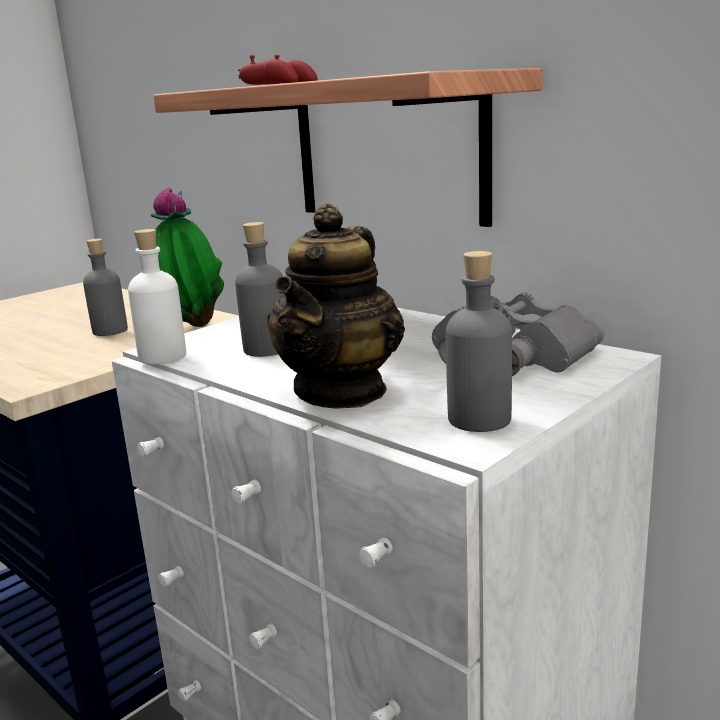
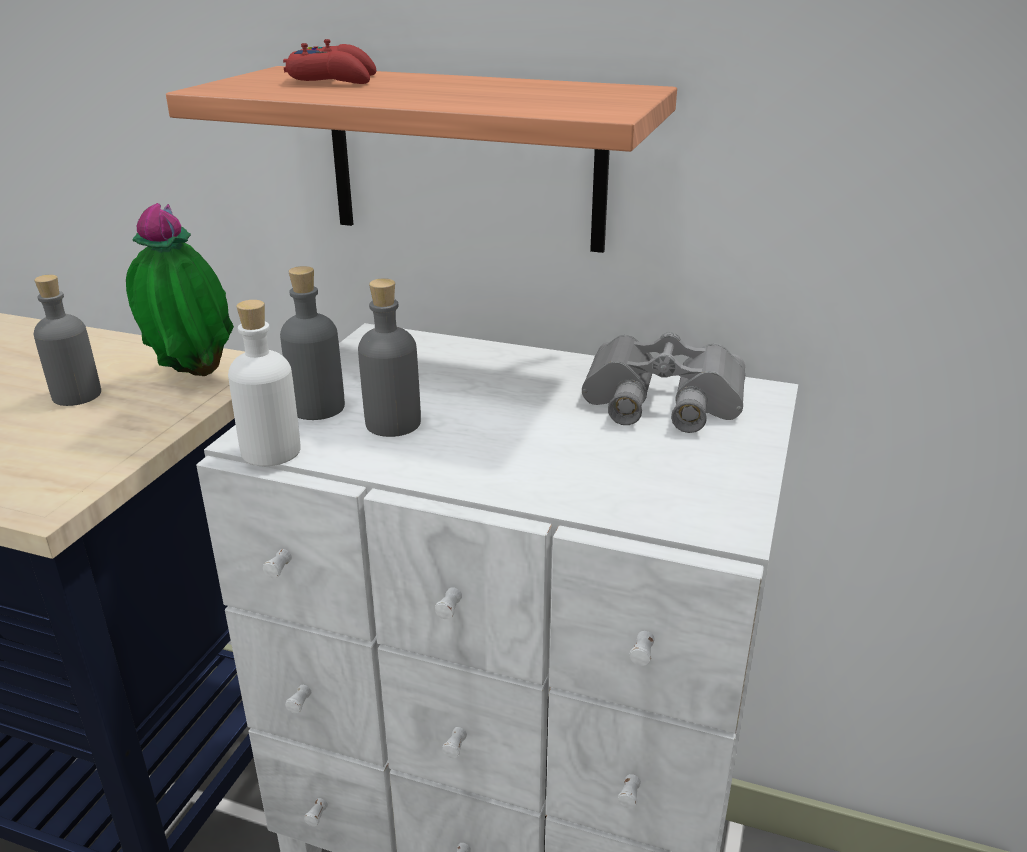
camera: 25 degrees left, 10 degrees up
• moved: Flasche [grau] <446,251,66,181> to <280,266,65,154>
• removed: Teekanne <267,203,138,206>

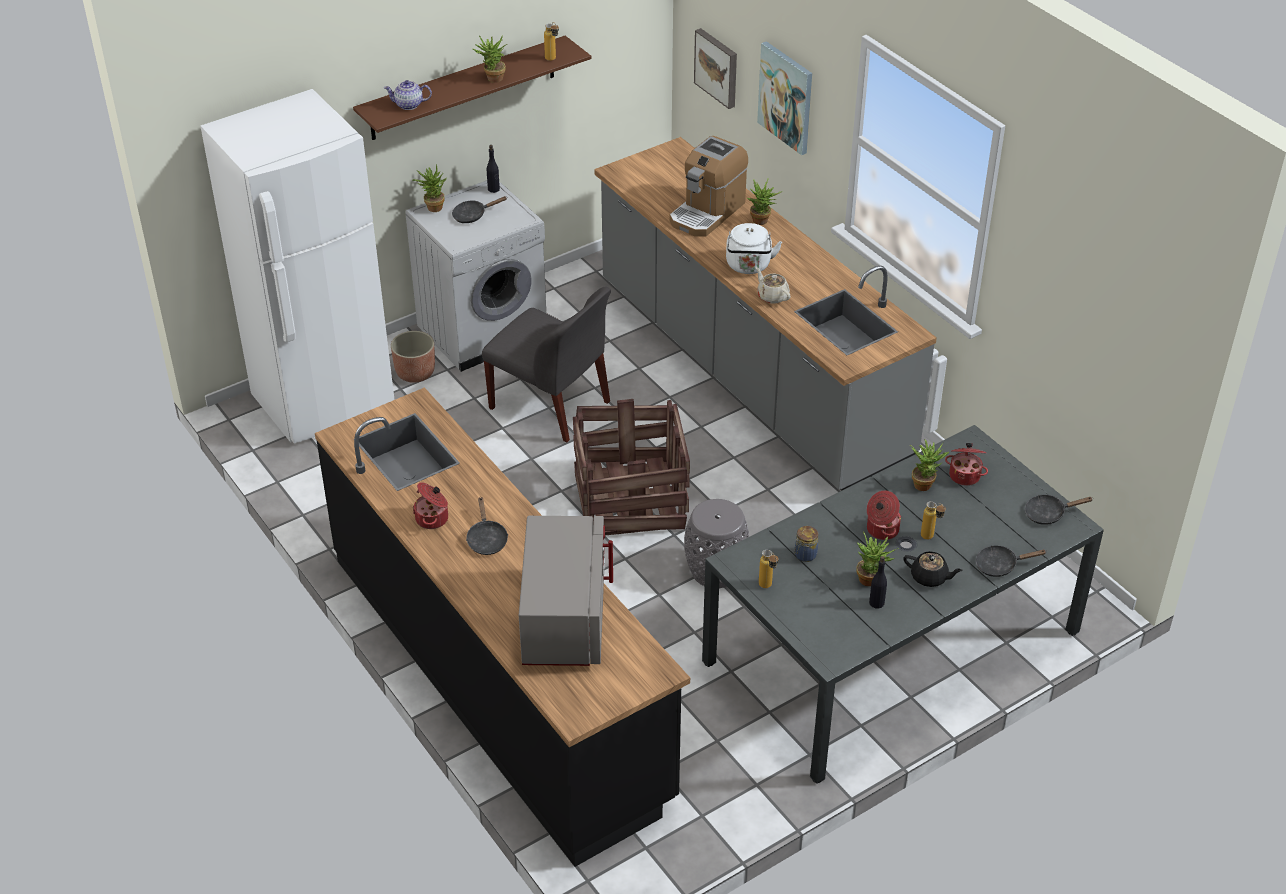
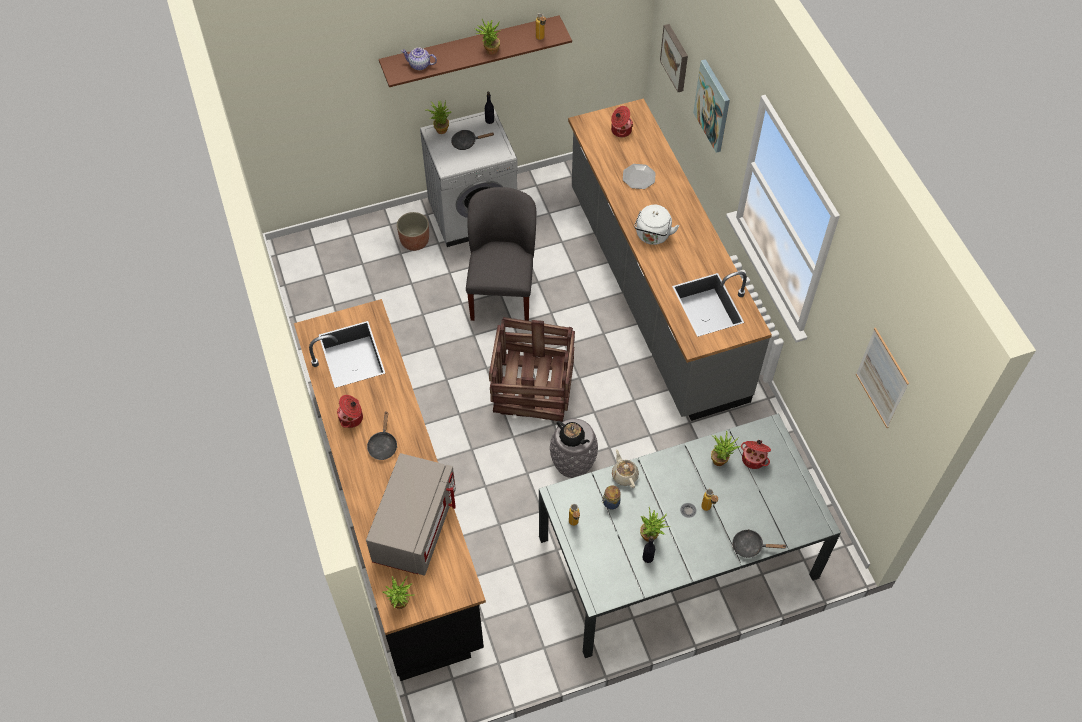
camera: 15 degrees right, 15 degrees up
• moved: Topfpflanze <747,178,35,47> to <383,576,31,33>
• turned: Stuhl [grau] <482,287,129,156> = <466,187,70,134> 135 degrees counterclockwise
• moved: Teekanne [schwarz] <903,551,60,36> to <557,421,33,26>
• moved: Kochtopf <867,491,34,49> to <611,106,22,31>
• moved: Teekanne [beige] <756,267,35,37> to <612,449,27,39>
• replaced: Kaffeemaschine <670,136,78,101> to Teller <623,164,33,25>
• added: Bild <856,328,53,100>
• removed: Kühlschrank [weiß] <201,89,193,354>
• removed: Pfanne [schwarz] <1025,495,67,30>

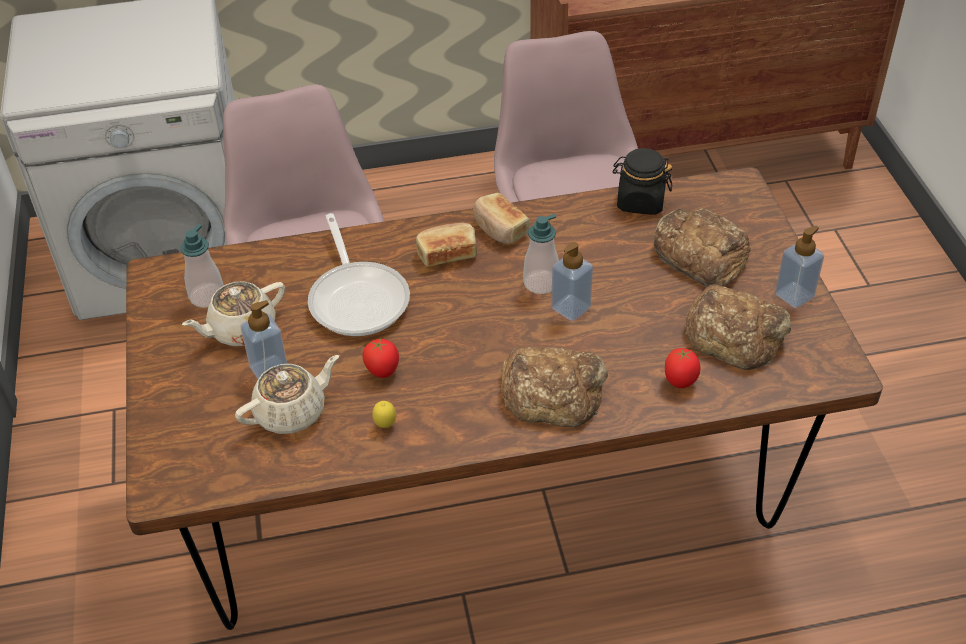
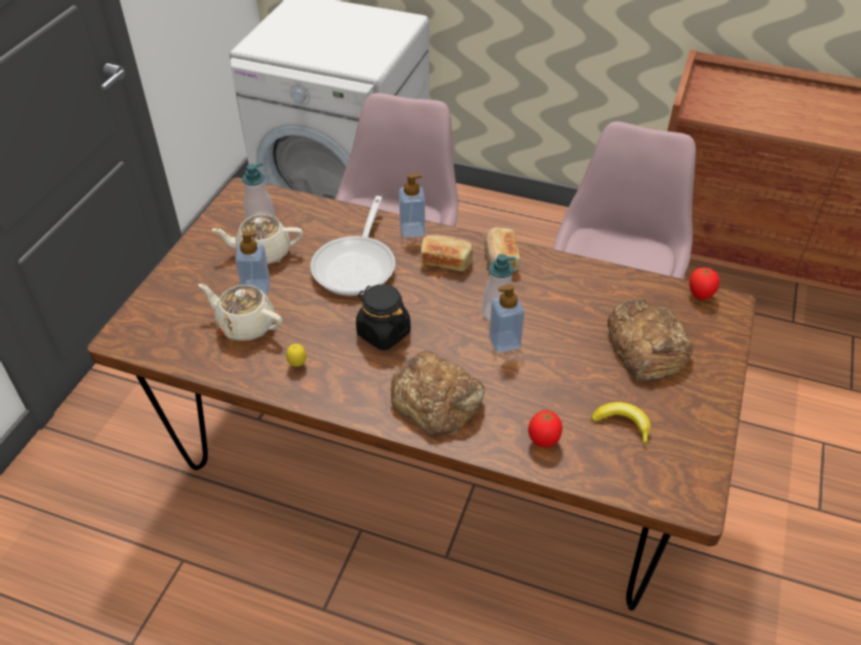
camera: 30 degrees right, 0 degrees up
• turned: Teekanne [beige] <235,355,104,79> = <198,284,84,57> 150 degrees counterclockwise
• moved: Vorratsglas [schwarz] <612,148,60,66> to <356,284,55,66>
• moved: Seifenspender <775,226,49,82> to <399,173,26,65>
• replaced: Brot <685,284,106,86> to Banane <591,402,60,44>
• moved: Tomate <363,339,36,39> to <689,267,31,33>

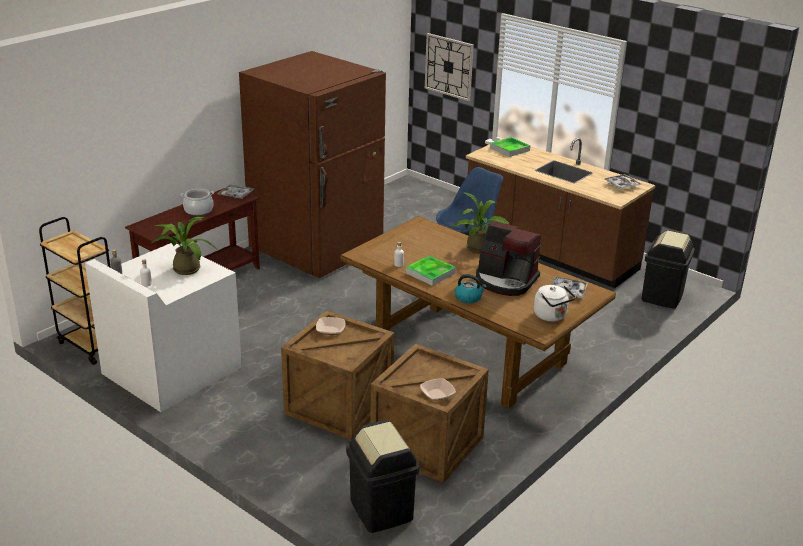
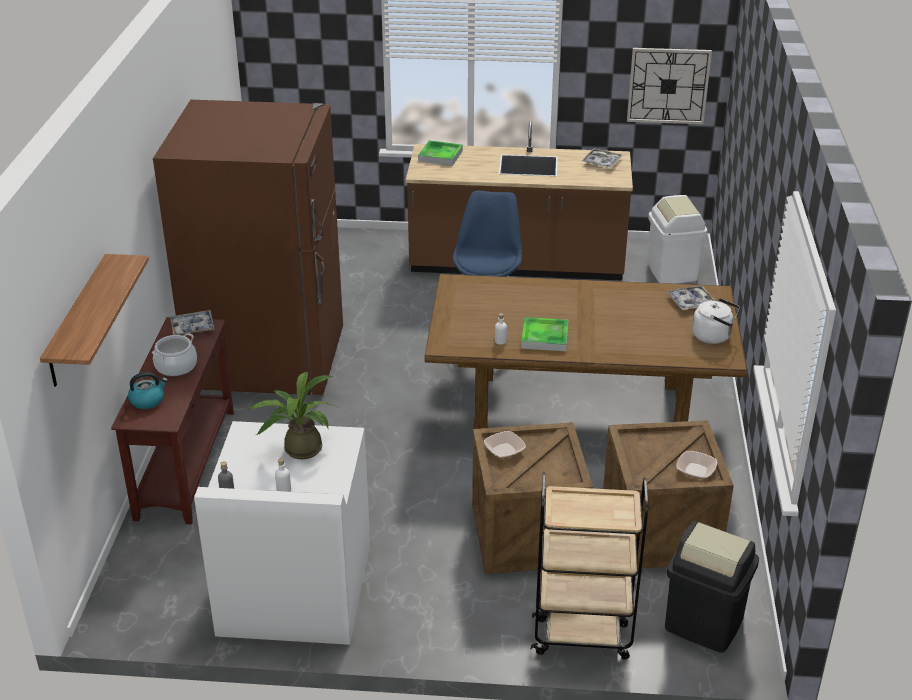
camera: 35 degrees left, 5 degrees up
• added: Wandregal <40,254,109,133>
• moved: Wasserkessel <455,274,32,29> to <128,372,40,37>
• moved: Rollwagen [braun] <39,217,72,148> to <531,473,117,187>
• moved: Wanduhr <425,33,49,68> to <627,48,85,76>
• recoloured: Mülleimer [schwarz] <641,229,53,80> to Mülleimer [weiß] <647,195,60,89>
• removed: Topfpflanze <451,192,59,61>
• removed: Kaffeemaschine <476,221,65,75>

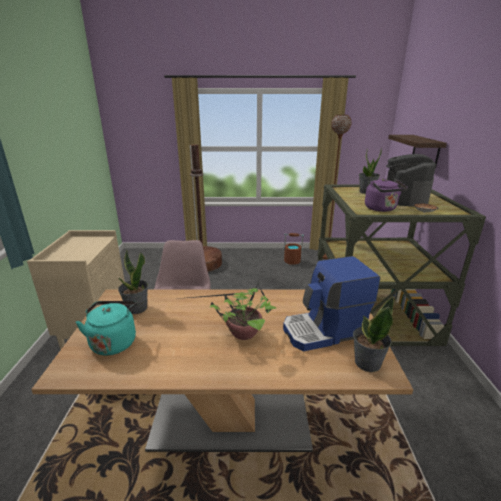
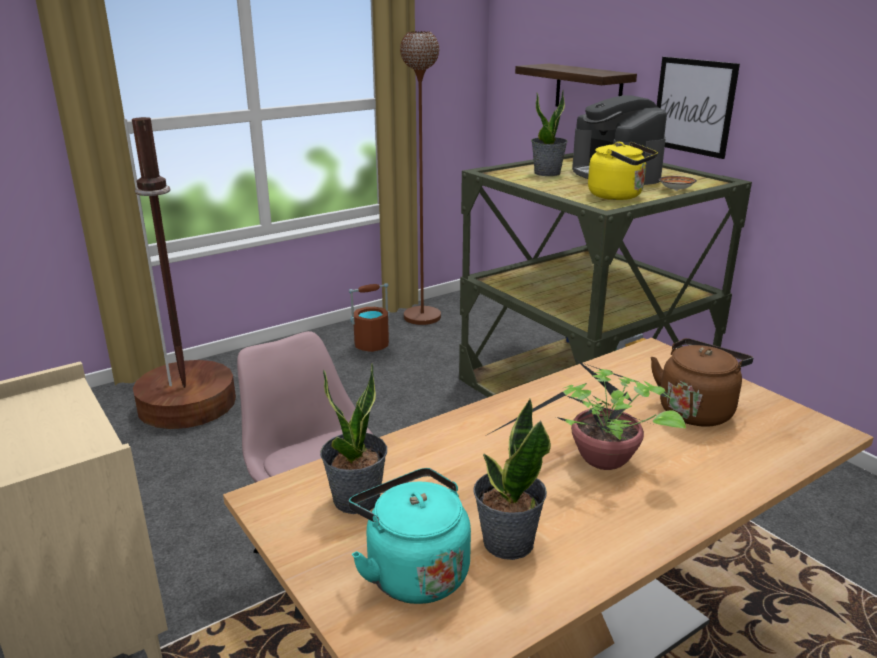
camera: 35 degrees left, 0 degrees up
• moved: Topfpflanze <353,296,41,76> to <473,399,78,161>
• recoloured: Wasserkessel [lila] <365,178,43,34> to Wasserkessel [gelb] <588,142,70,58>
• replaced: Kaffeemaschine <283,256,97,95> to Wasserkessel [braun] <651,338,102,88>
• added: Bild <657,57,83,102>

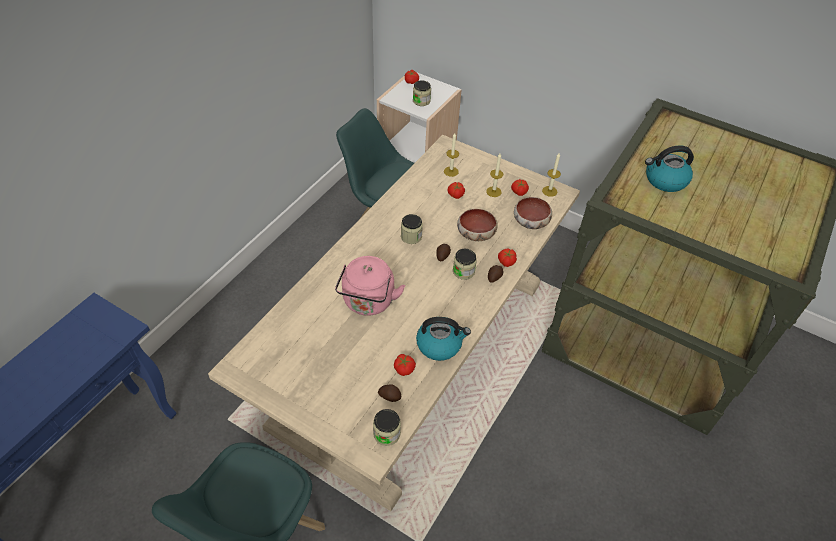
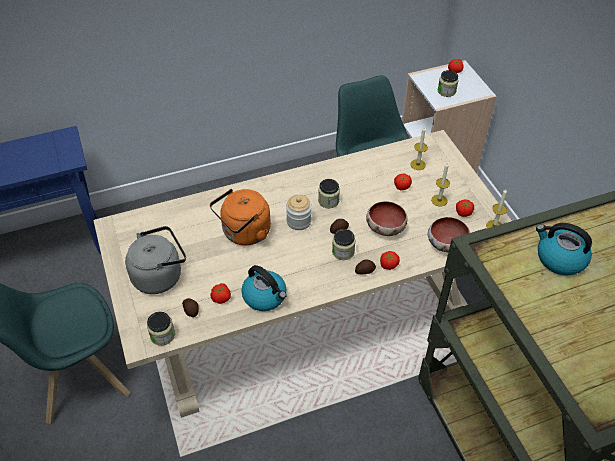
camera: 40 degrees right, 0 degrees up
• added: Wasserkessel [grau] <125,226,61,68>
• recoloured: Wasserkessel [rosa] <335,256,70,60> to Wasserkessel [orange] <210,189,61,56>
• added: Vorratsglas <286,195,26,35>

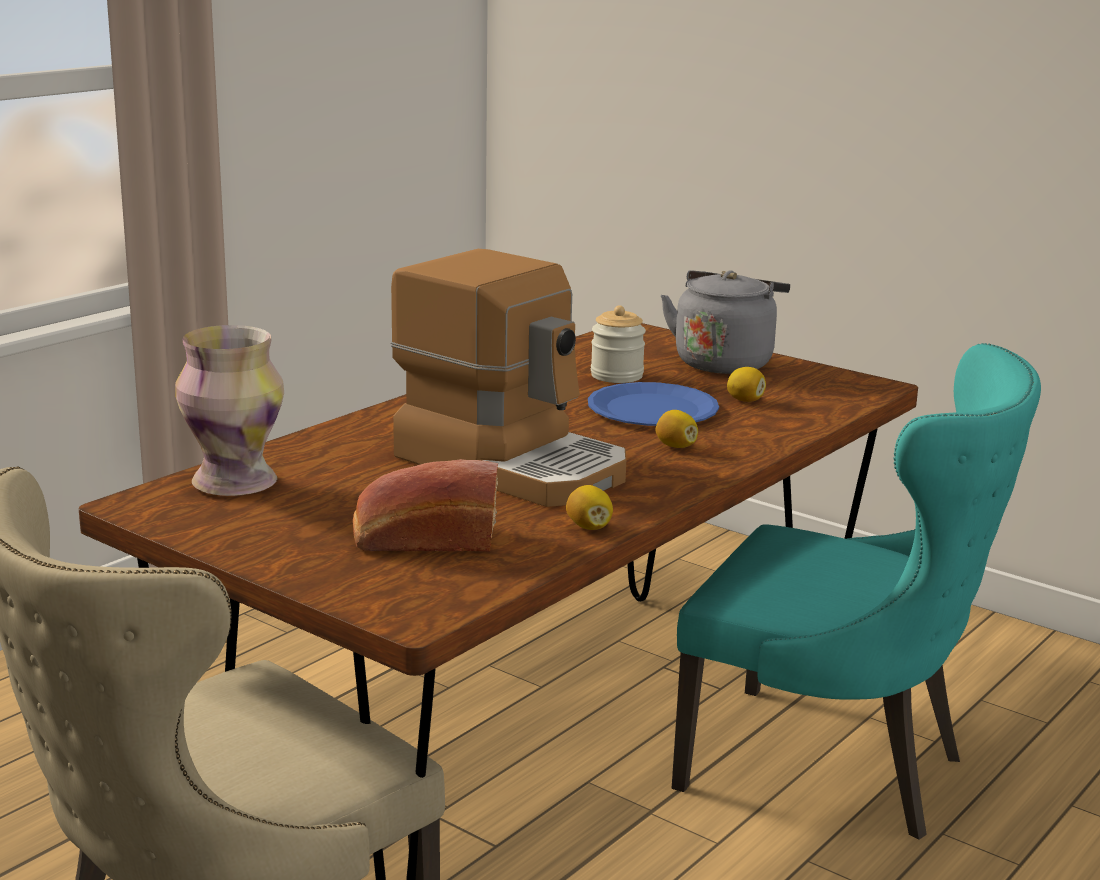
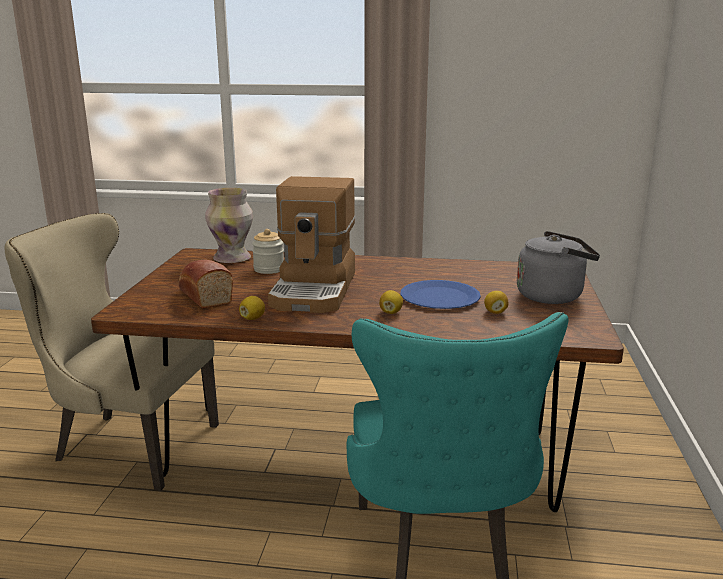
camera: 60 degrees right, 0 degrees up
• moved: Vorratsglas <591,305,55,78> to <252,229,32,45>

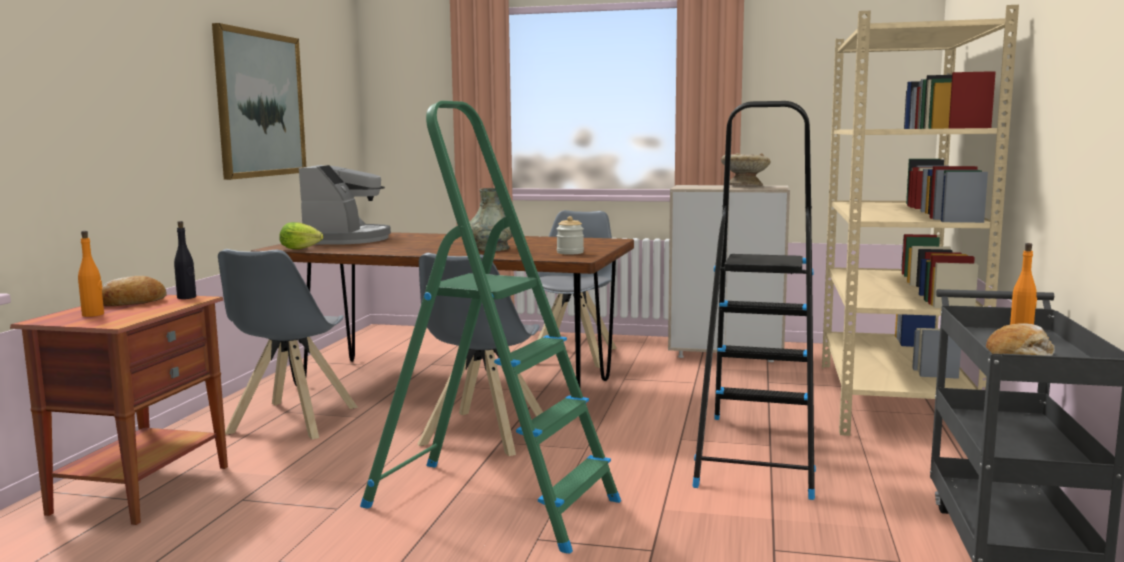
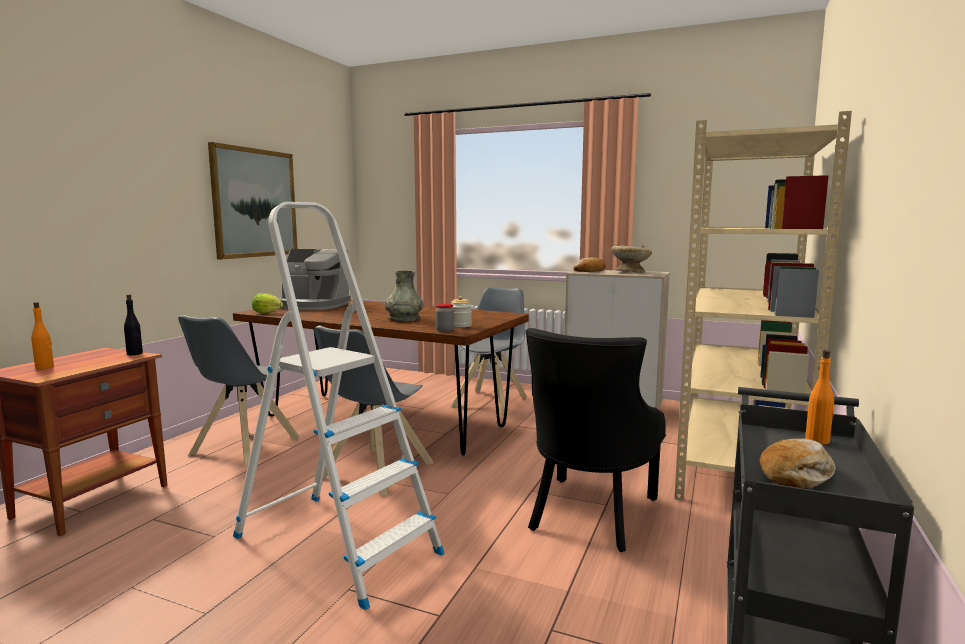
camera: 10 degrees right, 0 degrees up
• recoloured: Trittleiter [grün] <360,101,261,453> to Trittleiter [weiß] <233,202,211,408>
• turned: Kaffeemaschine <299,165,92,80> = <278,249,73,61> 90 degrees clockwise
• added: Vorratsglas <436,303,18,29>
• replaced: Trittleiter [schwarz] <693,101,123,399> to Stuhl [schwarz] <526,328,140,224>
• moved: Brot <102,276,65,30> to <574,257,32,15>

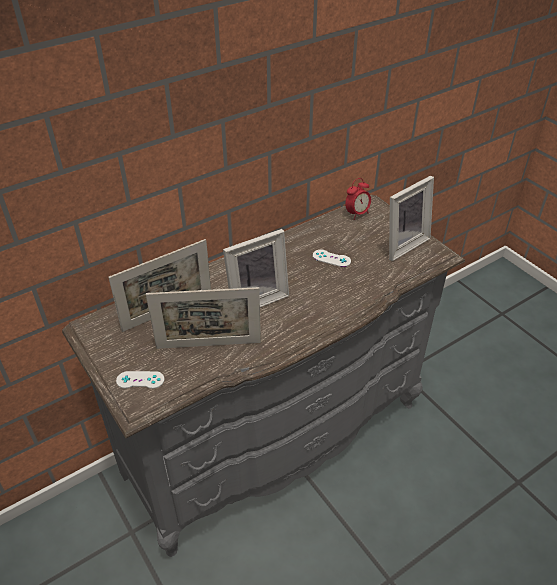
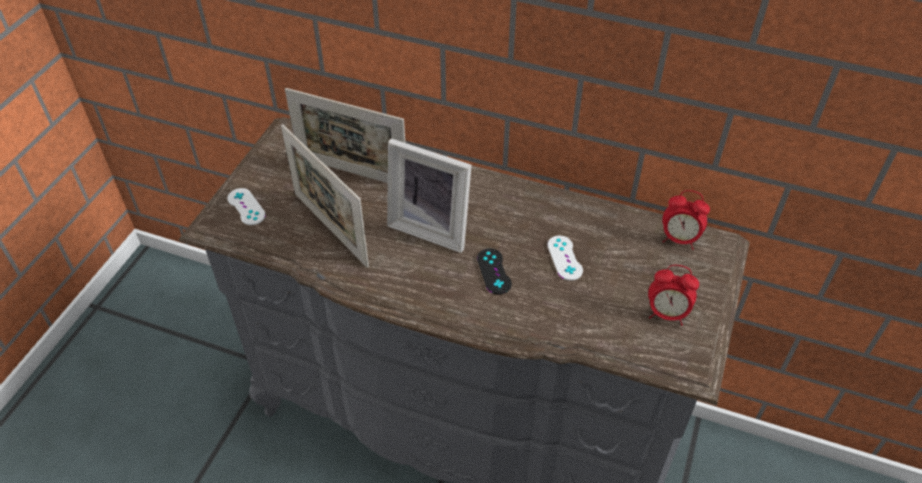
camera: 55 degrees right, 5 degrees up
• added: Gamepad [schwarz] <477,248,35,47>
• replaced: Bilderrahmen <389,176,45,85> to Wecker <648,265,51,61>

